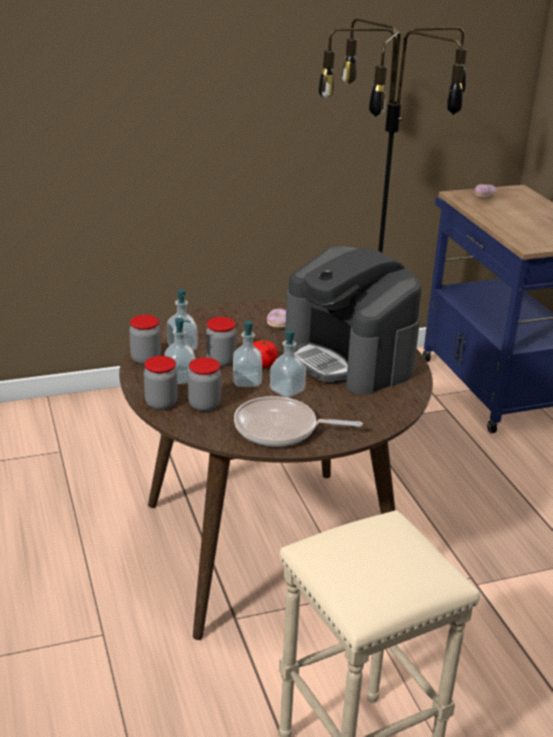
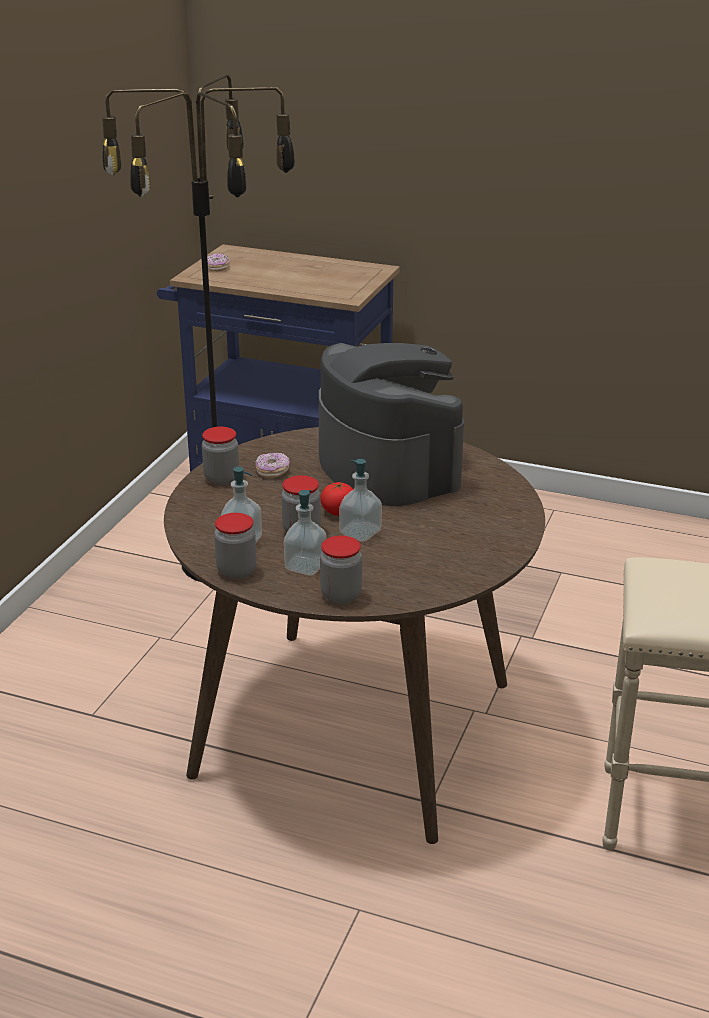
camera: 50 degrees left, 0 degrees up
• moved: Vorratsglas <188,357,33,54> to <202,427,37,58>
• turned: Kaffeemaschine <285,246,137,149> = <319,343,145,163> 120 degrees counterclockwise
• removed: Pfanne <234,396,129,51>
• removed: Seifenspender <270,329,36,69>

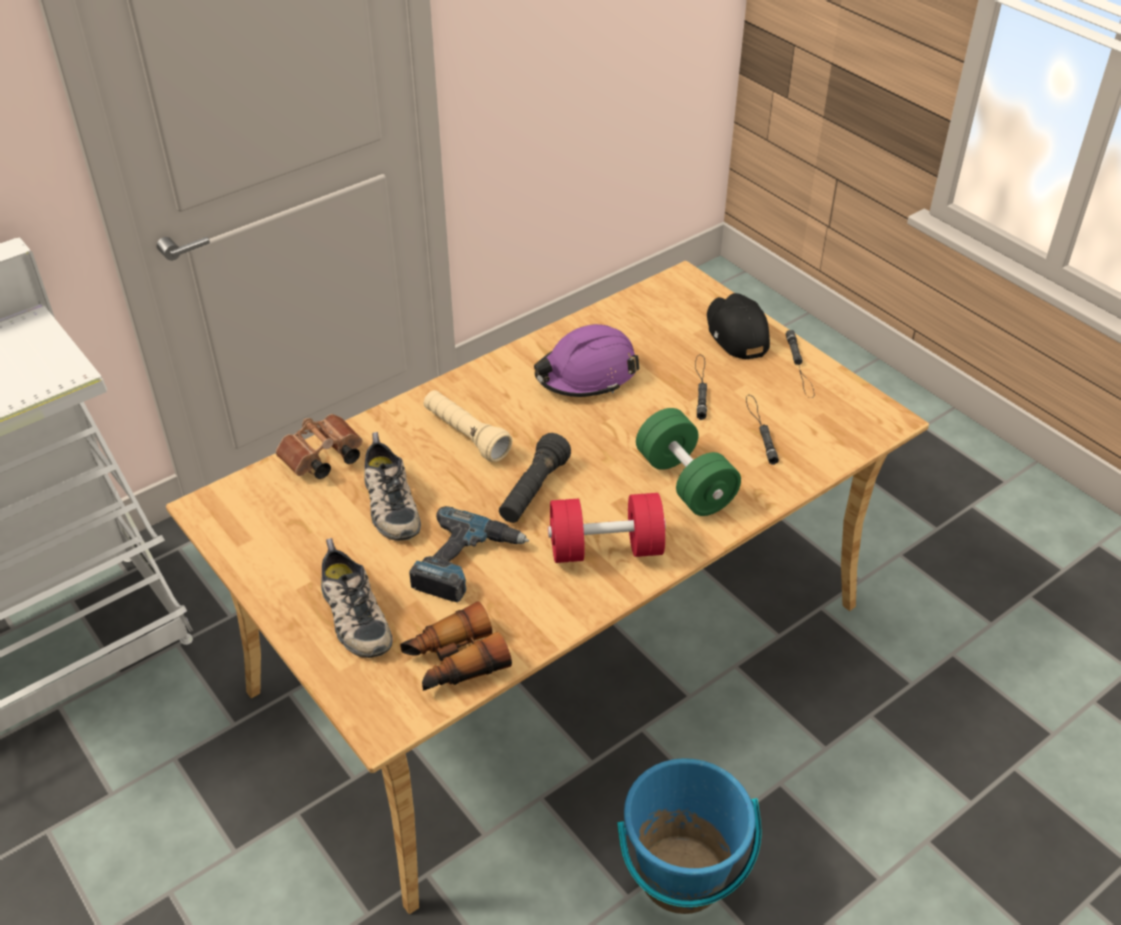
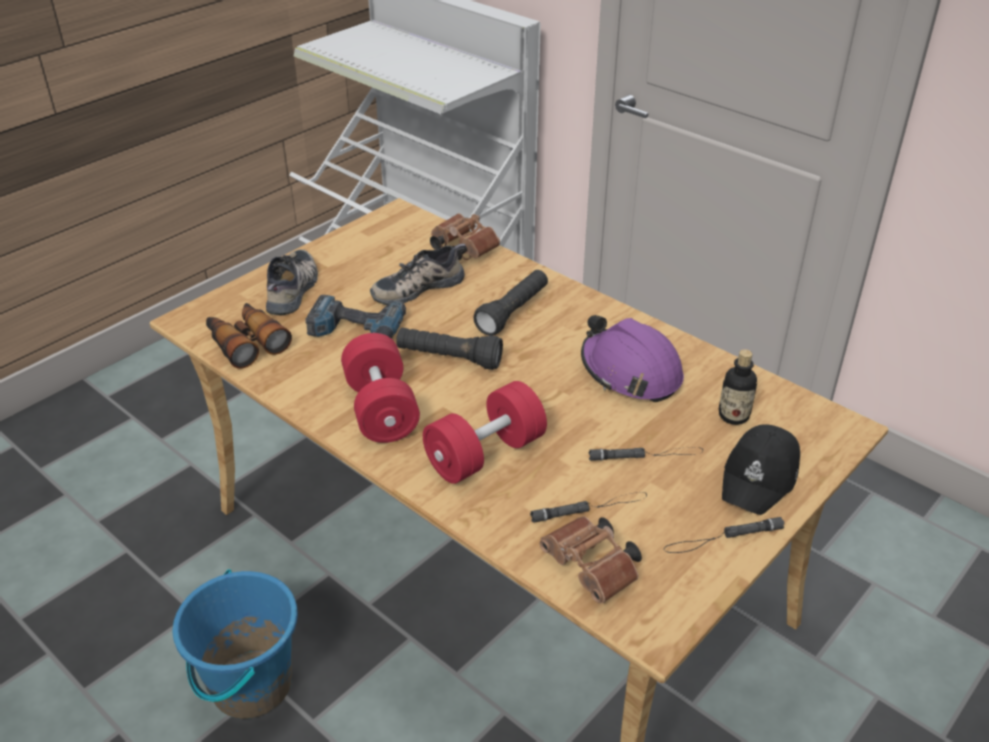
camera: 80 degrees right, 5 degrees down
• turned: Schuh <321,538,72,120> = <266,249,52,66> 135 degrees clockwise
• recoloured: Hantel [grün] <636,408,105,108> to Hantel [rot] <423,381,124,103>
• recoloured: Taschenlampe [beige] <424,390,88,72> to Taschenlampe [schwarz] <474,270,74,66>
• added: Fernglas [braun] <540,516,102,88>
• added: Flasche <718,349,39,76>
• turned: Kappe [schwarz] <707,293,63,66> = <722,424,78,91> 150 degrees clockwise

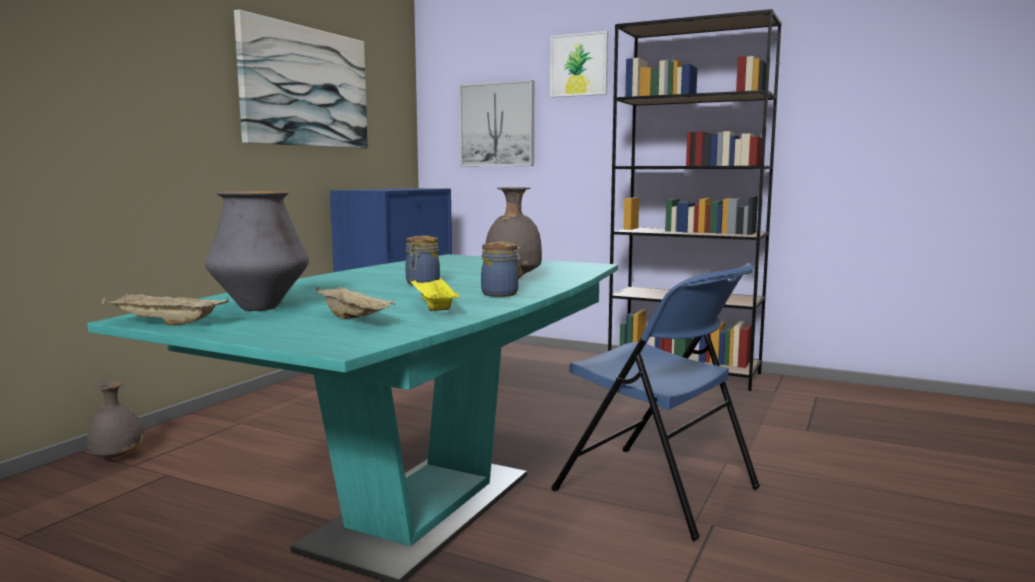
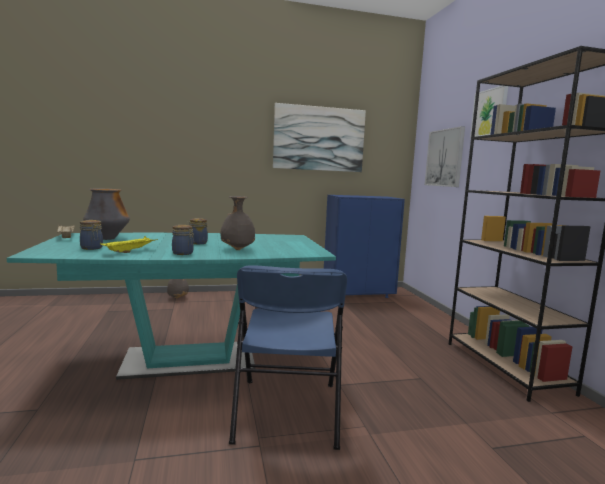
camera: 50 degrees right, 0 degrees up
• replaced: Tablett [beige] <316,287,79,32> to Vorratsglas <80,220,23,30>

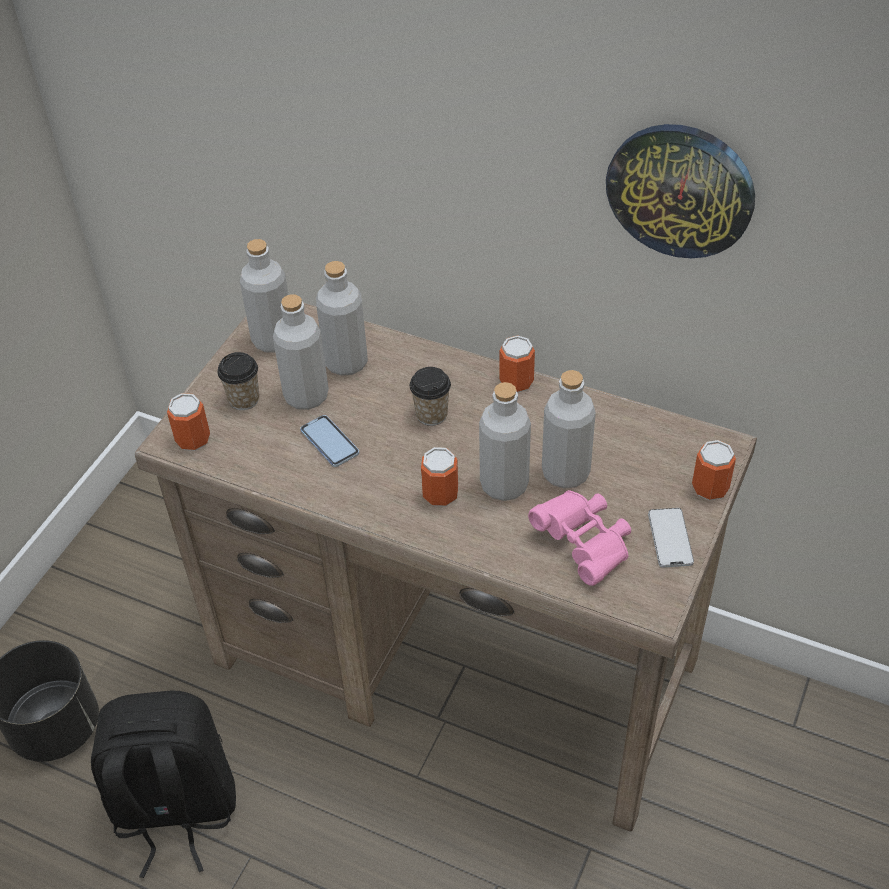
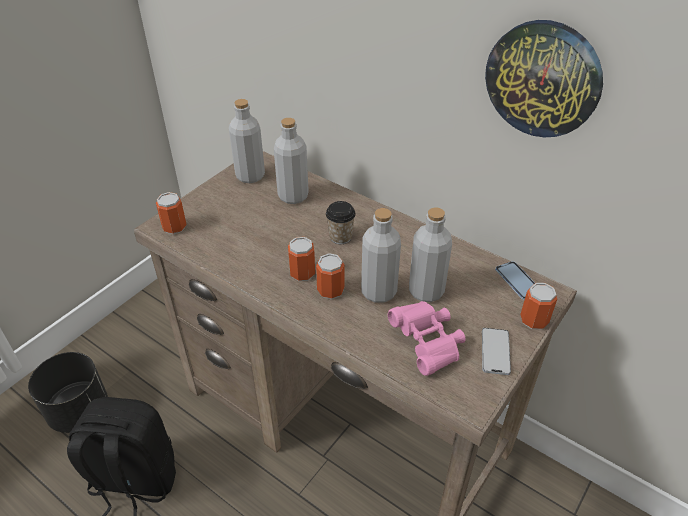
camera: 10 degrees right, 5 degrees down
• moved: Dose <499,335,36,58> to <288,237,27,44>
• moved: Handy <300,415,59,52> to <495,261,40,39>
• removed: Tasse <217,352,42,58>
• removed: Flasche [grau] <273,294,56,116>

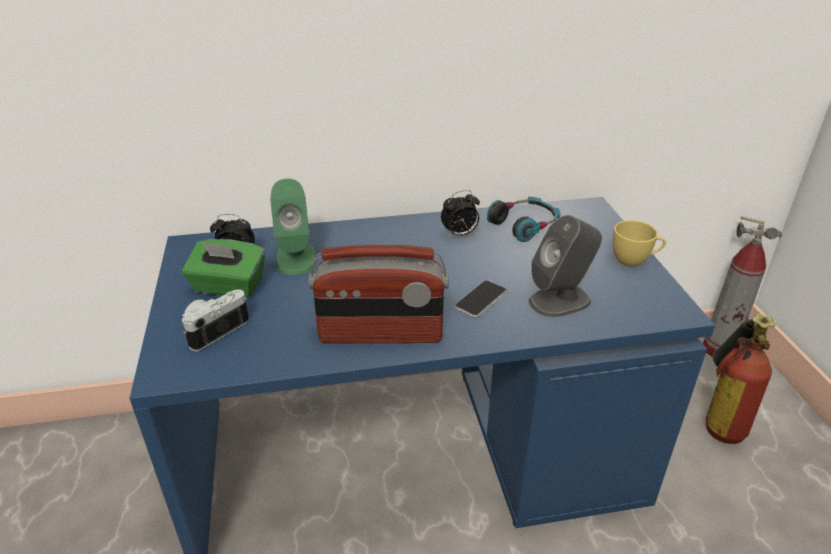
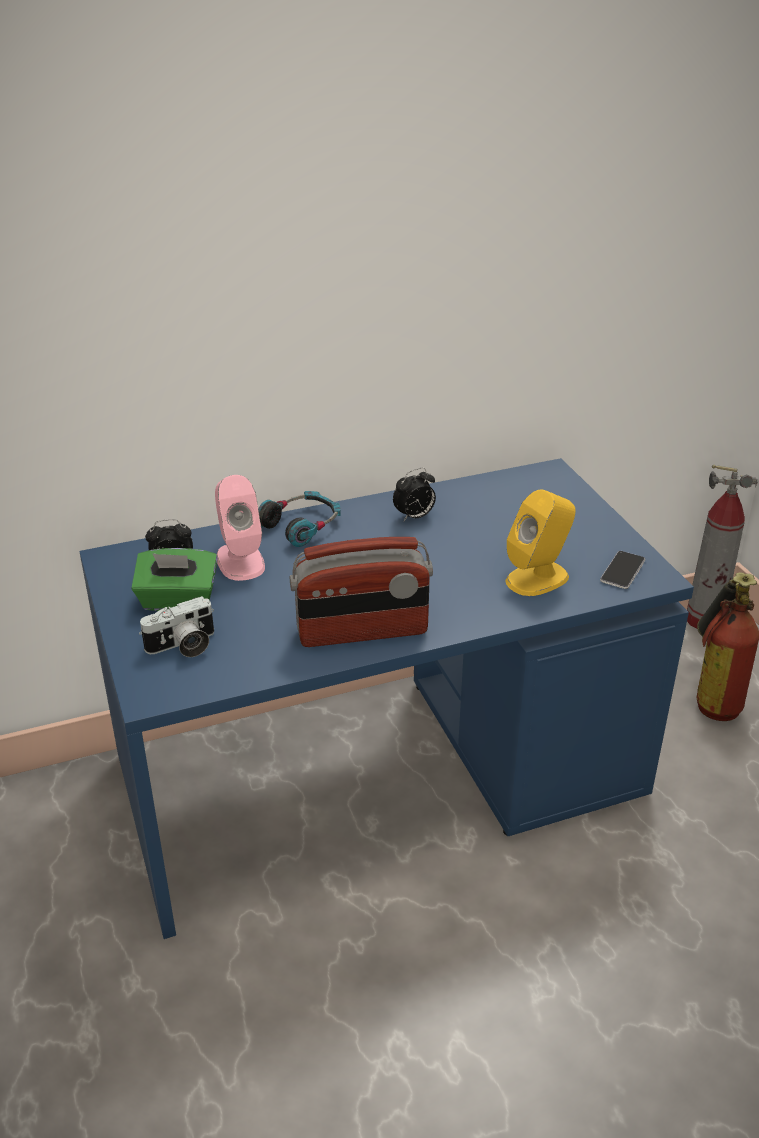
camera: 10 degrees left, 0 degrees up
• turned: Kamera <182,290,67,61> = <139,596,75,61> 150 degrees counterclockwise
• recoloured: Lautsprecher [grün] <270,179,46,96> to Lautsprecher [rosa] <215,475,50,106>
• moved: Kopfhörer <487,197,73,45> to <258,491,83,56>
• recoloured: Lautsprecher [grau] <529,215,73,102> to Lautsprecher [gelb] <505,490,71,106>
• moved: Handy <454,280,53,37> to <600,551,45,38>
• removed: Tasse [gelb] <613,220,53,47>

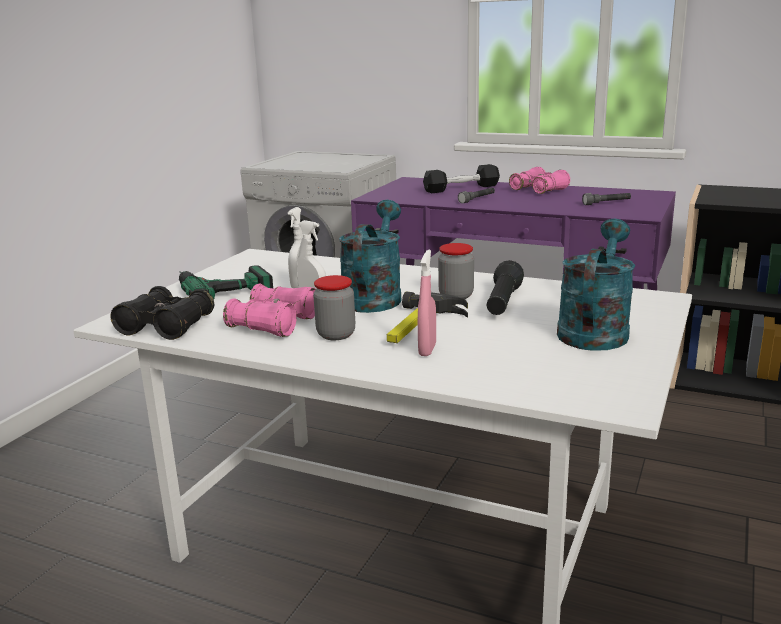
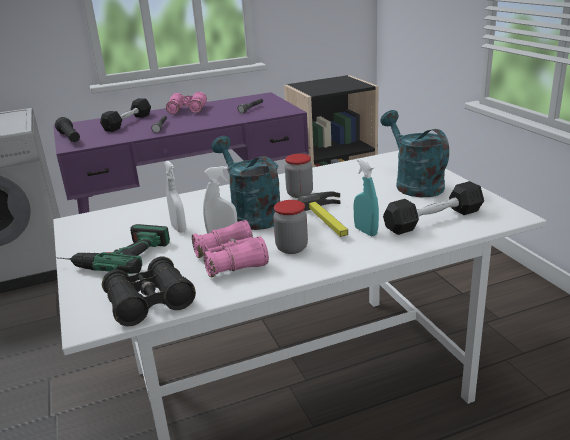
camera: 45 degrees left, 5 degrees up
• moved: Taschenlampe [schwarz] <487,260,37,55> to <55,117,25,25>
• recoloured: Sprühflasche [rosa] <418,249,18,107> to Sprühflasche [türkis] <353,158,26,78>
• added: Hantel [schwarz] <383,181,101,54>

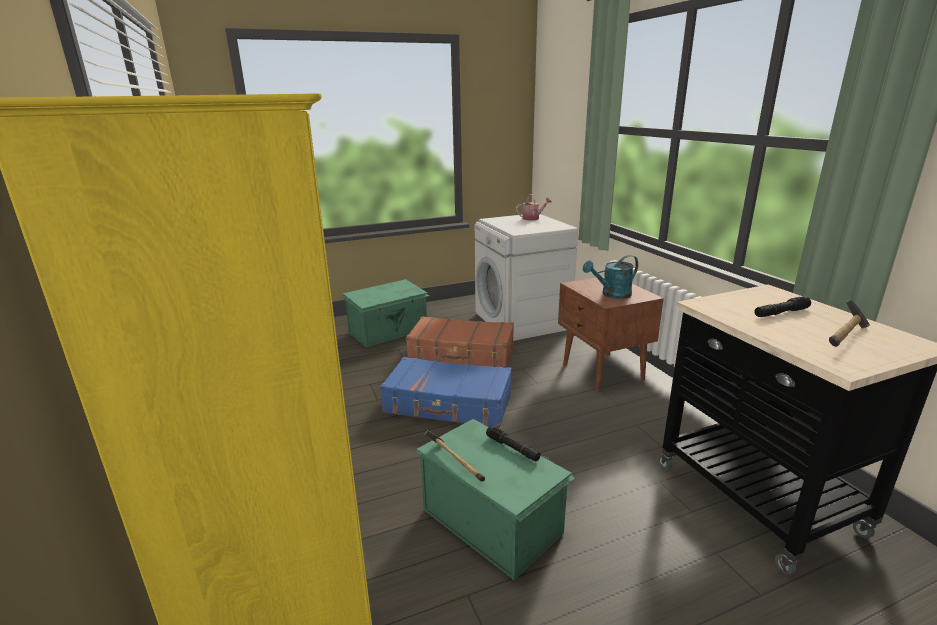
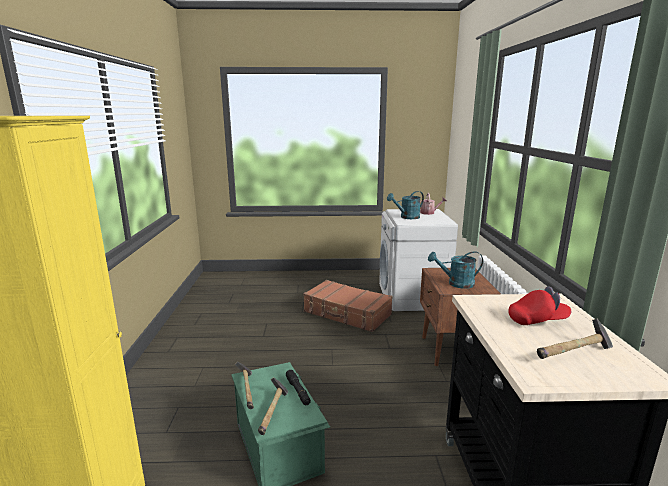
camera: 20 degrees right, 5 degrees down
• added: Hammer <258,377,30,58>
• added: Gießkanne [türkis] <387,191,37,28>
• replaced: Taschenlampe [schwarz] <754,296,57,21> to Kappe [rot] <508,286,63,39>
• removed: Aufbewahrungsbox [grün] <342,279,87,69>
• removed: Koffer [blau] <380,357,132,71>

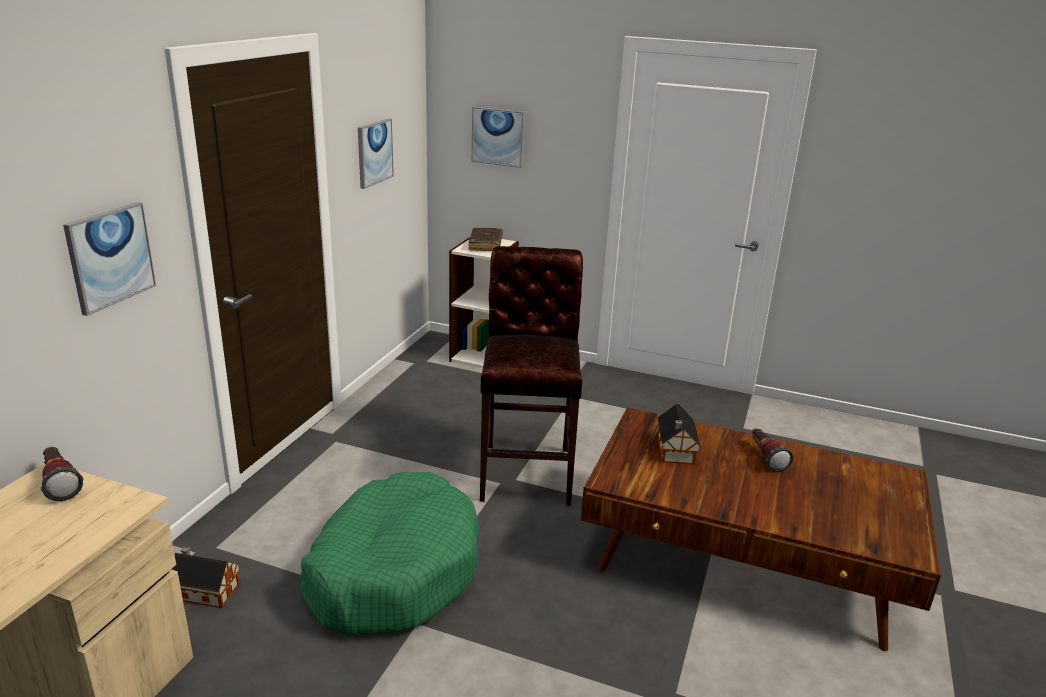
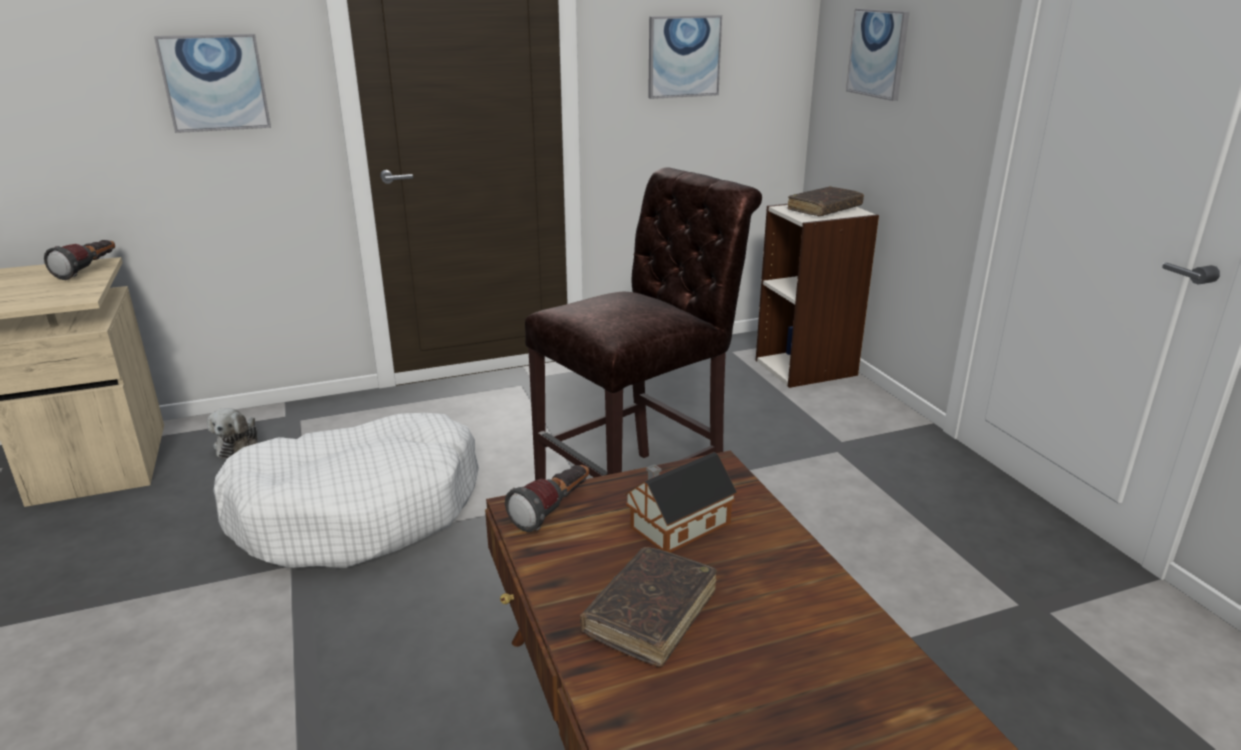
camera: 50 degrees right, 0 degrees up
• replaced: Spielzeughaus <172,547,68,61> to Plüschtier <207,408,50,51>
• recoloured: Hundebett [grün] <299,472,181,163> to Hundebett [weiß] <213,413,266,155>
• moved: Taschenlampe <752,428,41,44> to <505,465,84,67>
• added: Buch [braun] <580,547,137,120>

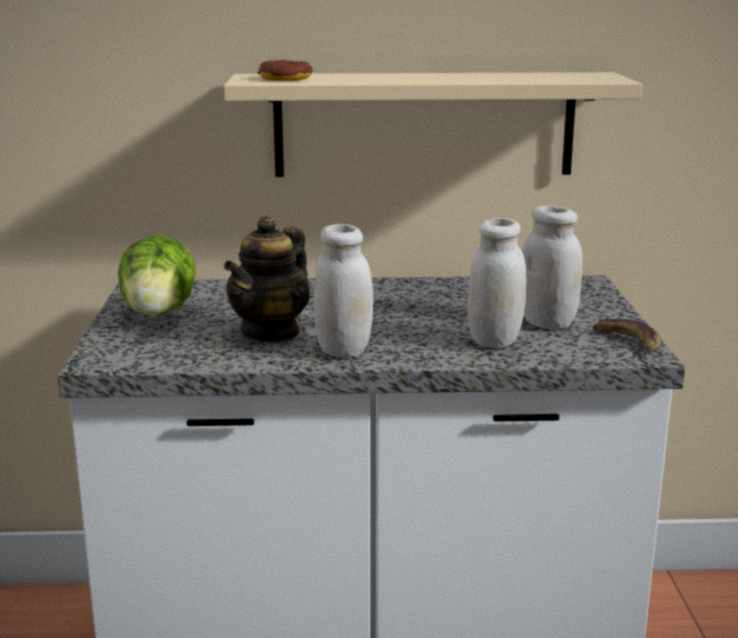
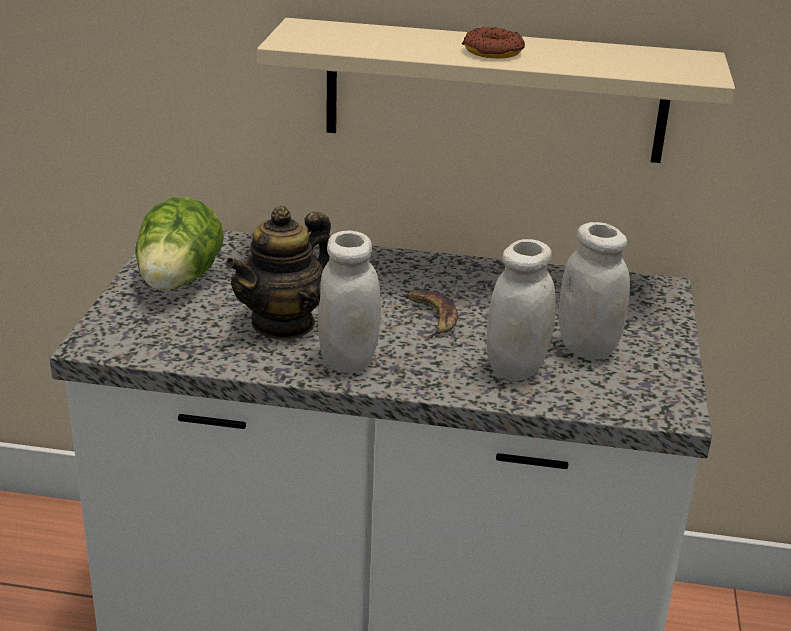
camera: 10 degrees right, 10 degrees up
• moved: Banane <592,319,69,39> to <406,289,52,51>
• moved: Donut <258,60,55,21> to <462,27,63,32>

